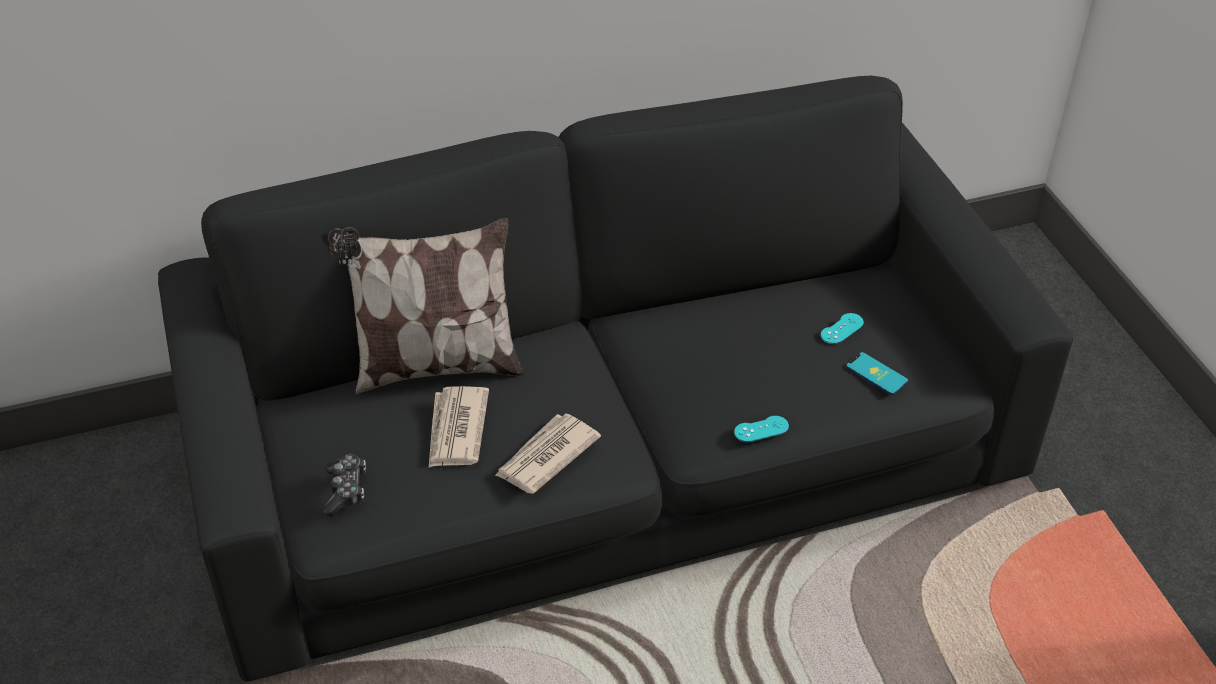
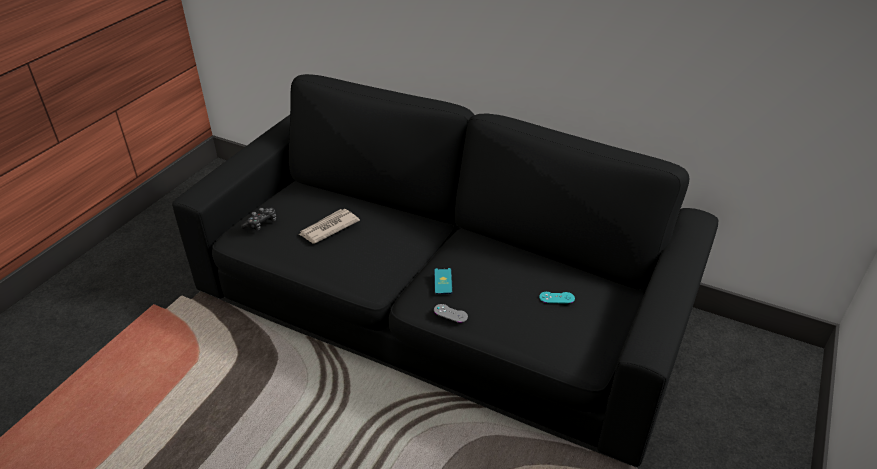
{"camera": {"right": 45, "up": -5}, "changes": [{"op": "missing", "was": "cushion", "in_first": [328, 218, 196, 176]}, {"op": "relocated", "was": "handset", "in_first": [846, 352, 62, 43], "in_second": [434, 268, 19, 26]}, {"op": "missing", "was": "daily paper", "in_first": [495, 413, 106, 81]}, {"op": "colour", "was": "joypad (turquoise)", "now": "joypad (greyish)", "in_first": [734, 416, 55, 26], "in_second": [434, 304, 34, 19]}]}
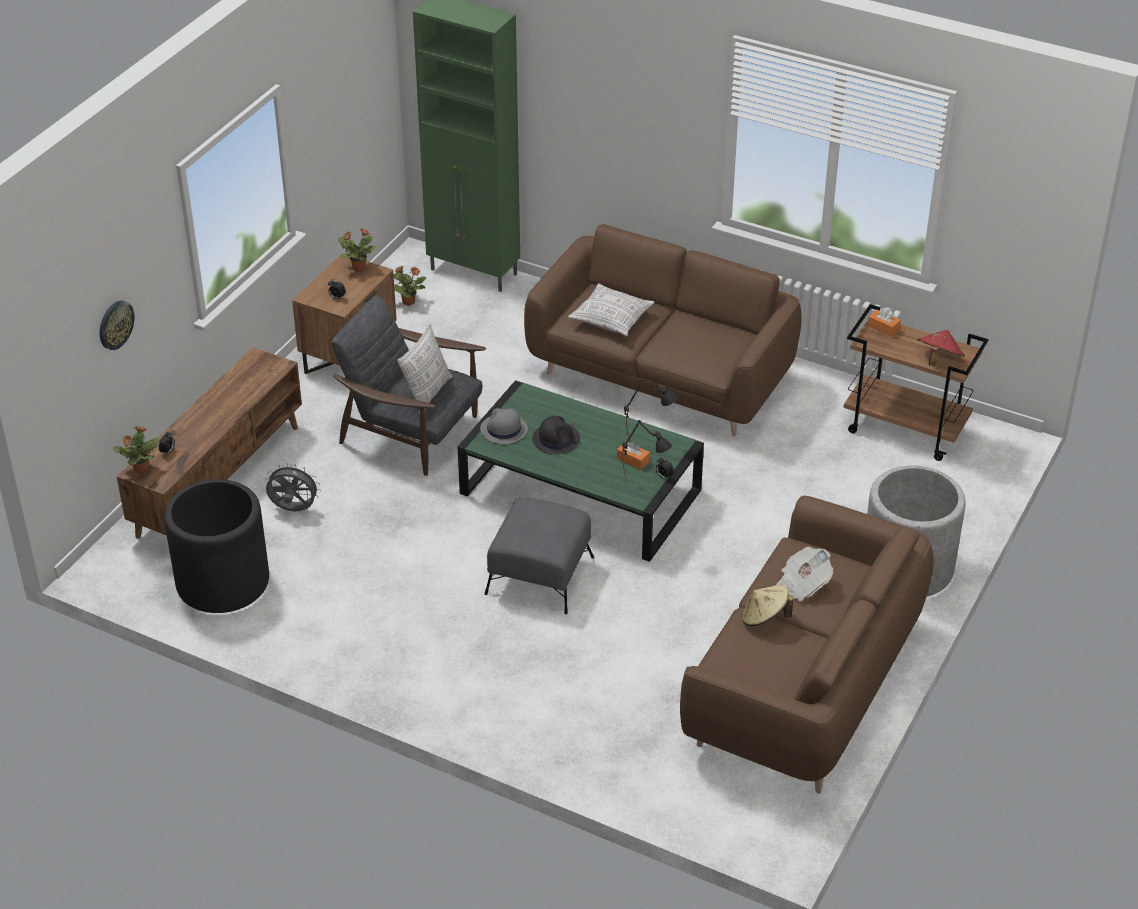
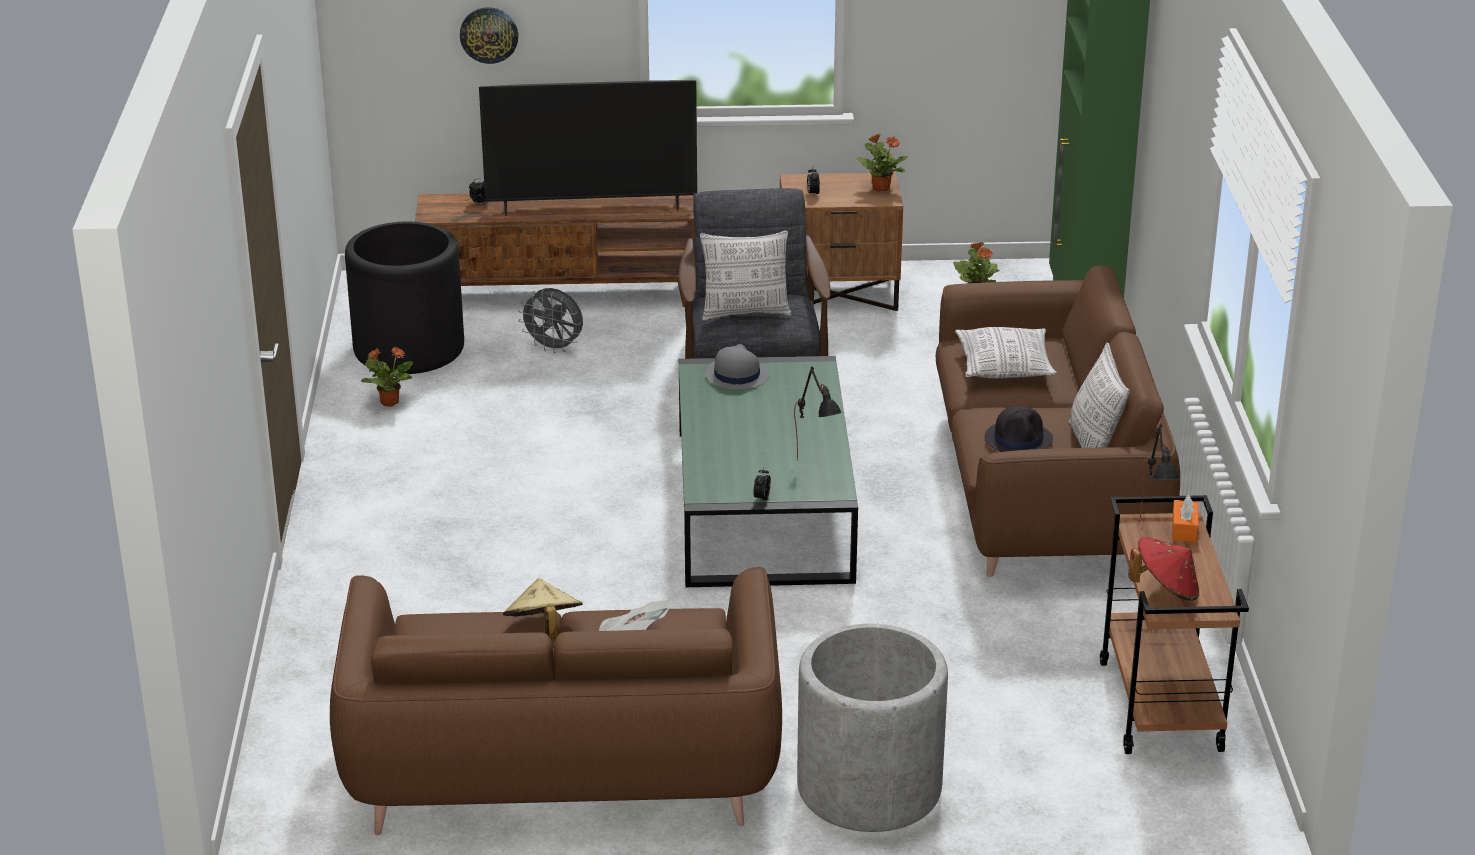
{"camera": {"right": 60, "up": -10}, "changes": [{"op": "relocated", "was": "wearable hat (black-coloured)", "in_first": [532, 416, 48, 38], "in_second": [985, 406, 68, 46]}, {"op": "relocated", "was": "table lamp (black-coloured)", "in_first": [622, 420, 50, 63], "in_second": [1139, 423, 40, 99]}, {"op": "relocated", "was": "plant in a pot", "in_first": [113, 426, 46, 48], "in_second": [361, 347, 52, 60]}, {"op": "missing", "was": "box of tissues (orange-coloured)", "in_first": [617, 441, 33, 29]}, {"op": "spun", "was": "electric fan (greyish)", "in_first": [266, 463, 55, 48], "in_second": [518, 288, 65, 65], "clockwise": 135}, {"op": "missing", "was": "ottoman (greyish)", "in_first": [485, 497, 109, 117]}, {"op": "appeared", "now": "TV", "in_second": [479, 80, 218, 136]}, {"op": "appeared", "now": "cushion", "in_second": [1069, 342, 61, 106]}]}
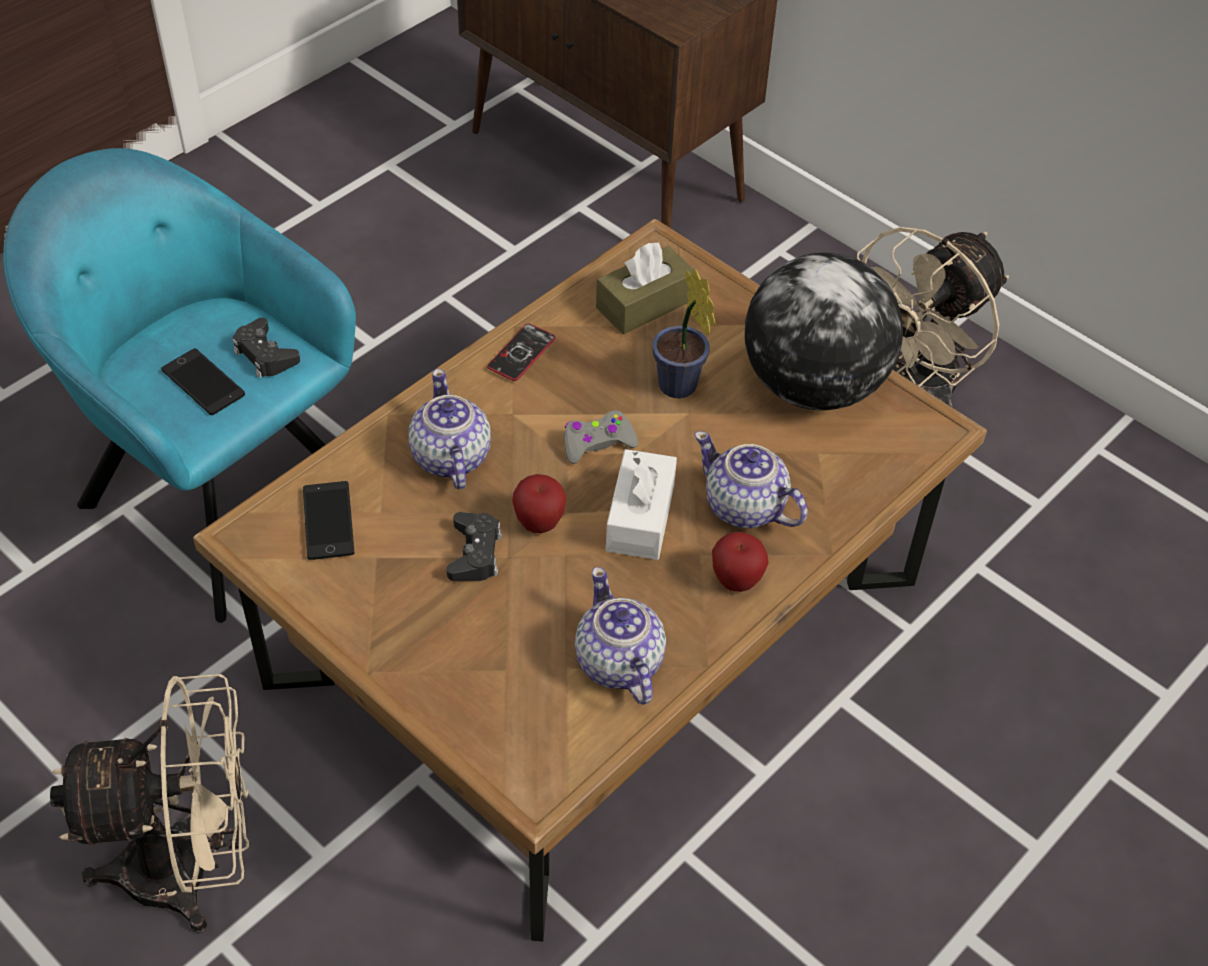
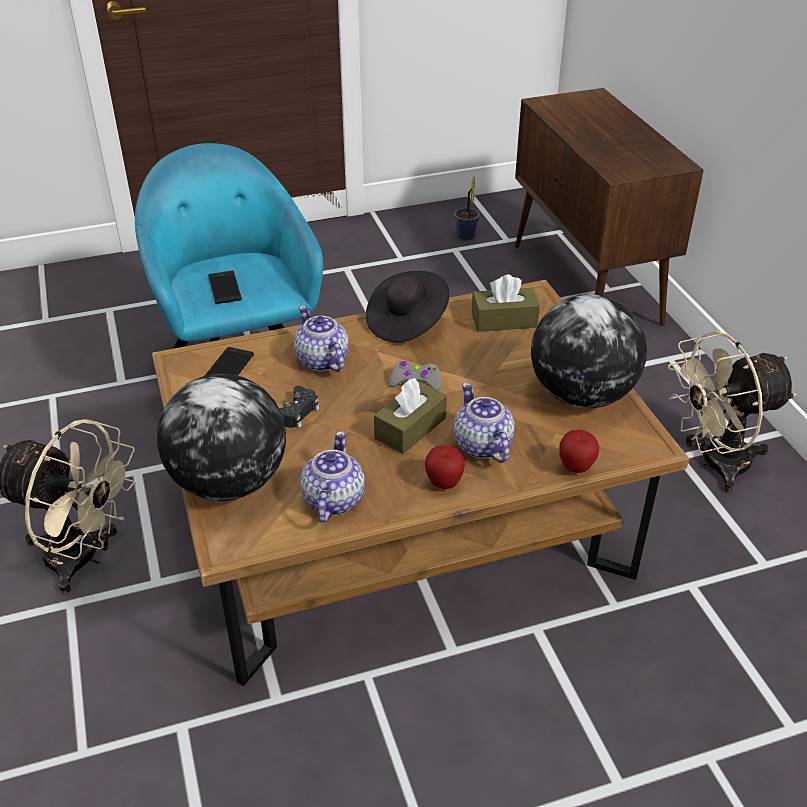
{"camera": {"right": 30, "up": -10}, "changes": [{"op": "relocated", "was": "plant in a pot", "in_first": [652, 268, 63, 130], "in_second": [454, 176, 26, 64]}, {"op": "missing", "was": "joypad (black-coloured)", "in_first": [233, 318, 67, 60]}, {"op": "exchanged", "was": "handset", "now": "wearable hat (black-coloured)", "in_first": [487, 323, 69, 58], "in_second": [366, 271, 83, 71]}, {"op": "spun", "was": "tea pot", "in_first": [408, 369, 83, 121], "in_second": [294, 306, 55, 66], "clockwise": -45}, {"op": "colour", "was": "box of tissues (whitish)", "now": "box of tissues (brown-coloured)", "in_first": [606, 449, 71, 111], "in_second": [374, 378, 73, 76]}, {"op": "relocated", "was": "apple", "in_first": [512, 474, 55, 59], "in_second": [560, 430, 39, 43]}, {"op": "appeared", "now": "desk globe", "in_second": [157, 374, 129, 127]}]}
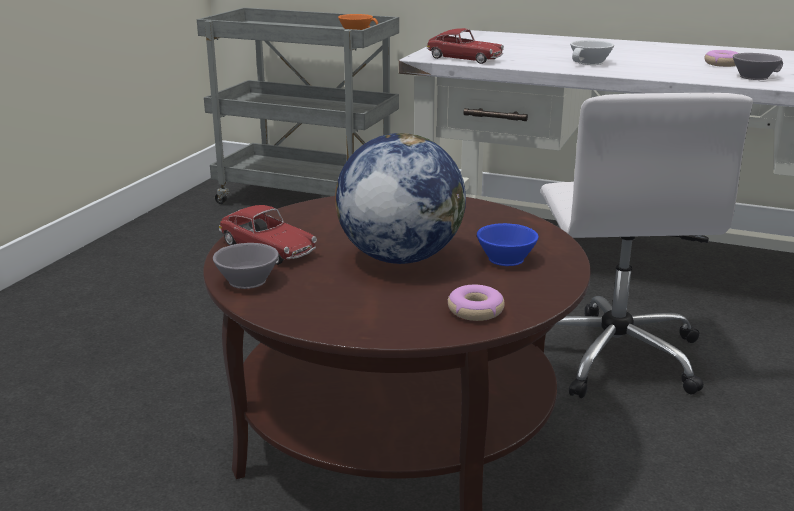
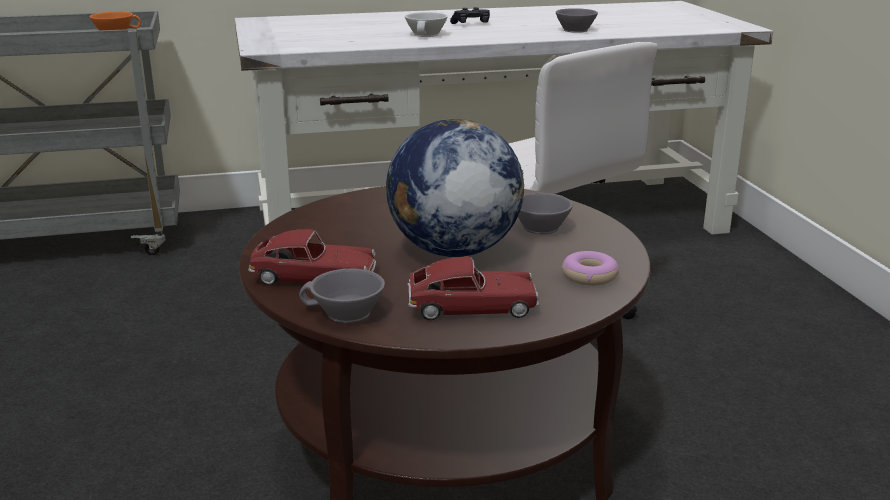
{"camera": {"right": -35, "up": 0}, "changes": [{"op": "relocated", "was": "model car", "in_first": [426, 28, 78, 36], "in_second": [407, 256, 132, 64]}, {"op": "missing", "was": "ring doughnut", "in_first": [704, 50, 34, 17]}, {"op": "colour", "was": "cup (blue)", "now": "cup (greyish)", "in_first": [477, 223, 62, 43], "in_second": [518, 193, 55, 41]}, {"op": "appeared", "now": "joypad (black-coloured)", "in_second": [450, 7, 40, 17]}]}
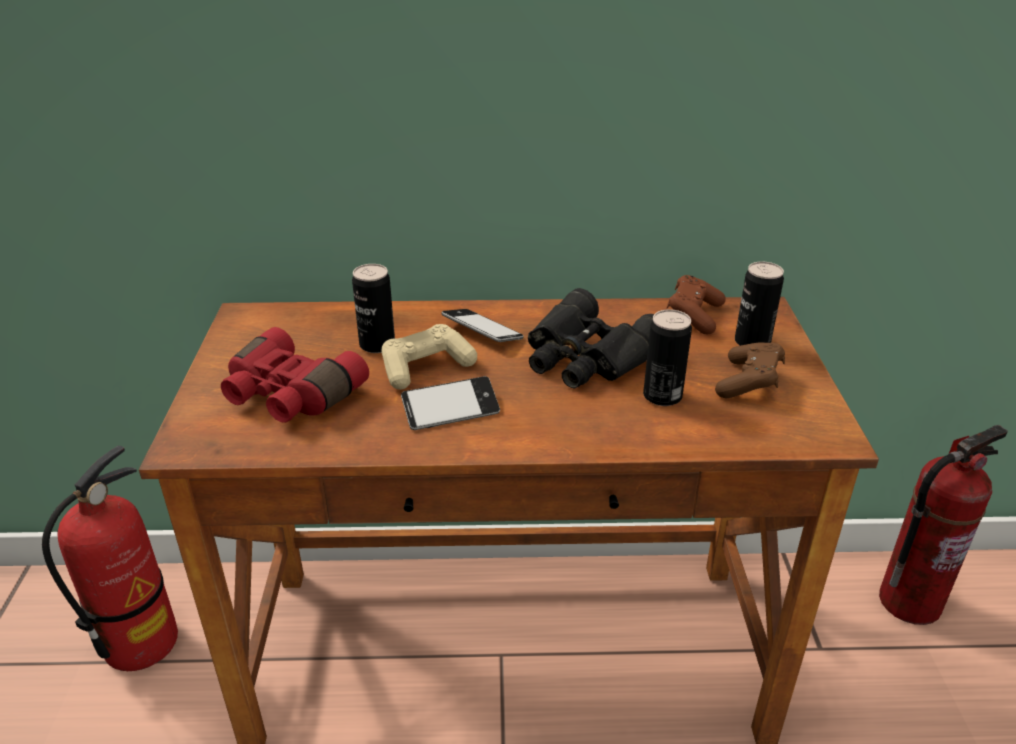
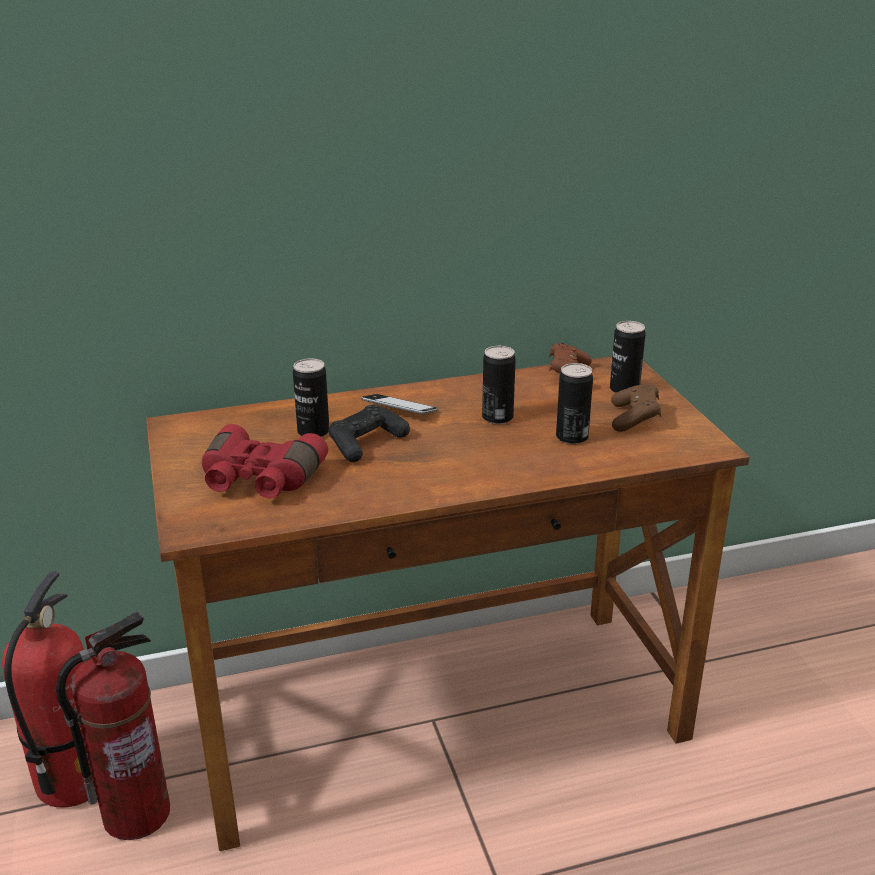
{"camera": {"right": -15, "up": -5}, "changes": [{"op": "exchanged", "was": "binoculars (black-coloured)", "now": "metal can", "in_first": [528, 288, 126, 101], "in_second": [482, 346, 34, 78]}, {"op": "colour", "was": "joypad (beige)", "now": "joypad (black-coloured)", "in_first": [382, 324, 95, 66], "in_second": [328, 405, 82, 57]}, {"op": "missing", "was": "handset", "in_first": [401, 376, 99, 54]}, {"op": "relocated", "was": "fire extinguisher", "in_first": [879, 425, 129, 200], "in_second": [56, 611, 114, 229]}]}
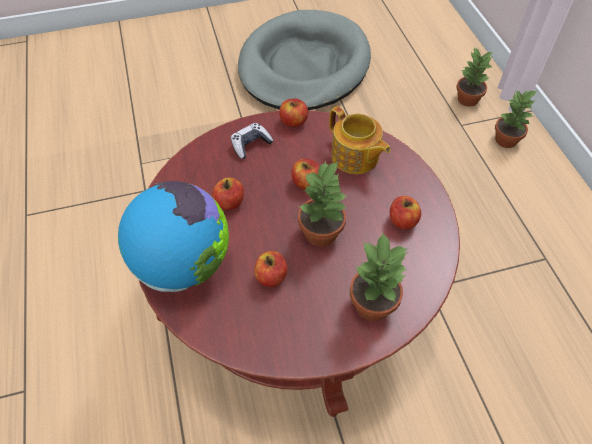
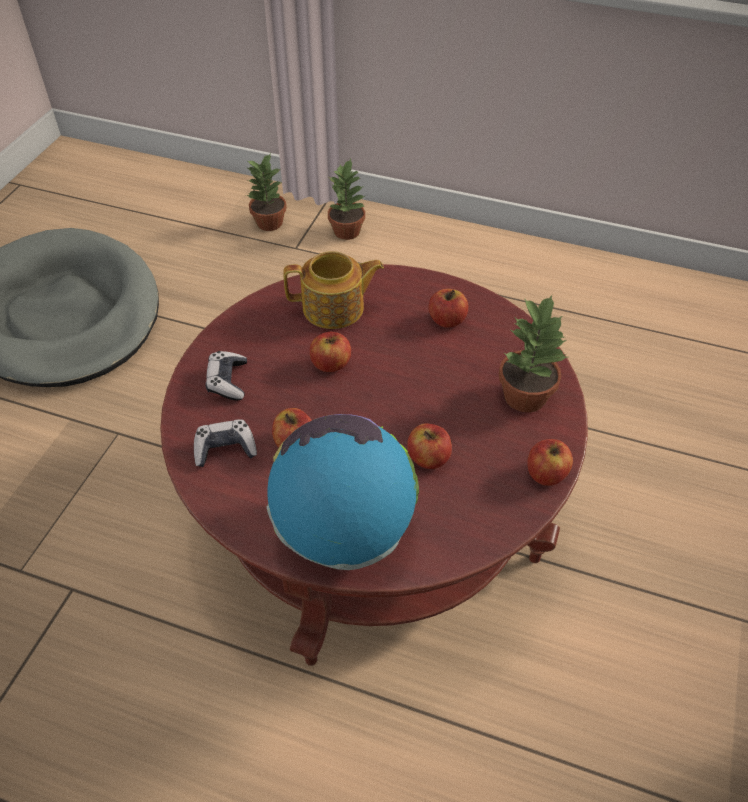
{"camera": {"right": -55, "up": -5}, "changes": [{"op": "relocated", "was": "apple", "in_first": [279, 98, 29, 29], "in_second": [527, 439, 46, 47]}, {"op": "missing", "was": "plant in a pot", "in_first": [298, 161, 49, 85]}, {"op": "appeared", "now": "joypad", "in_second": [194, 419, 63, 48]}]}
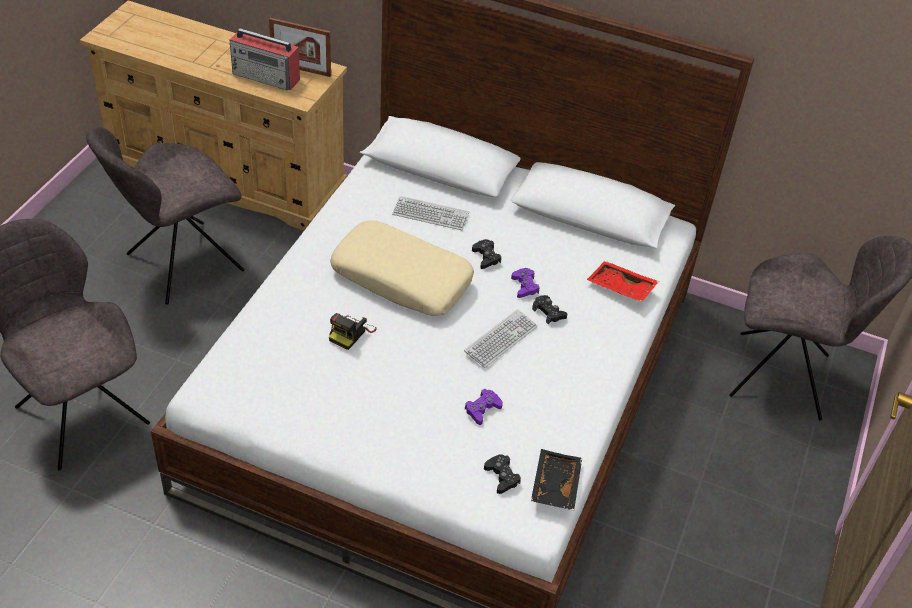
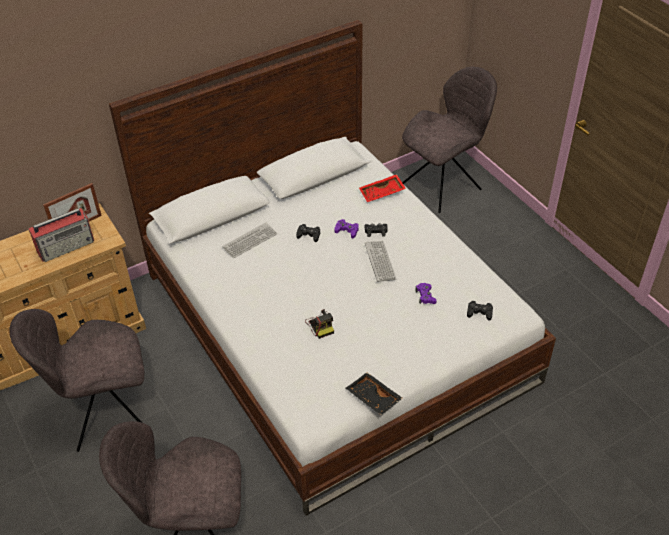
{"camera": {"right": -50, "up": 0}, "changes": [{"op": "spun", "was": "upright chair (greyish)", "in_first": [86, 127, 158, 177], "in_second": [9, 309, 135, 143], "clockwise": 75}, {"op": "missing", "was": "cushion (beige)", "in_first": [330, 220, 144, 96]}, {"op": "relocated", "was": "serving tray (black-coloured)", "in_first": [531, 449, 51, 61], "in_second": [346, 372, 57, 43]}]}
